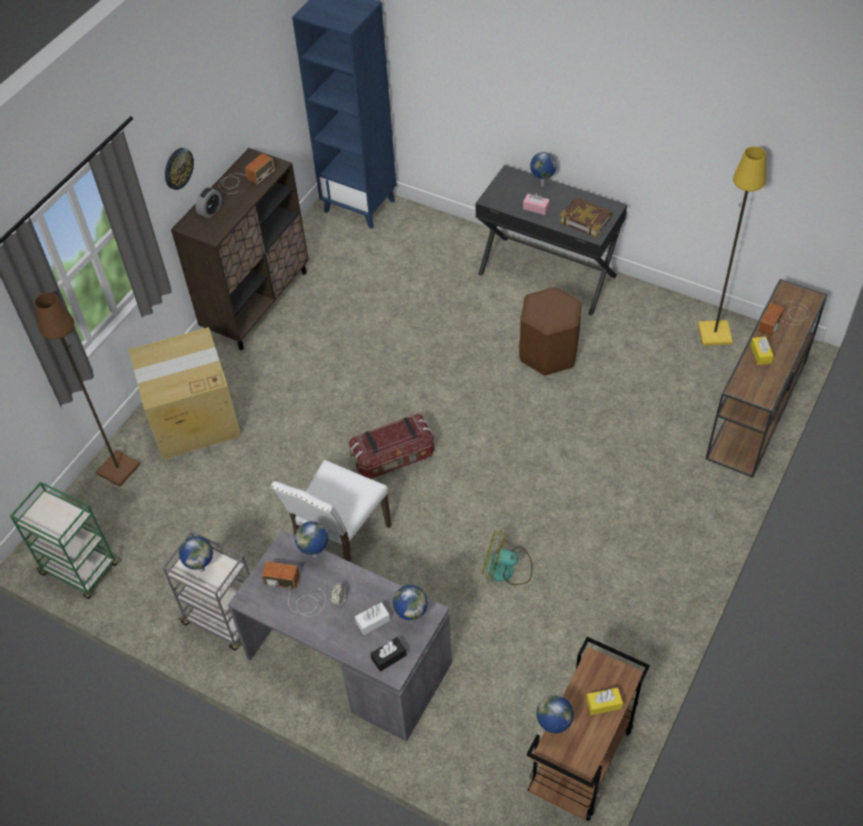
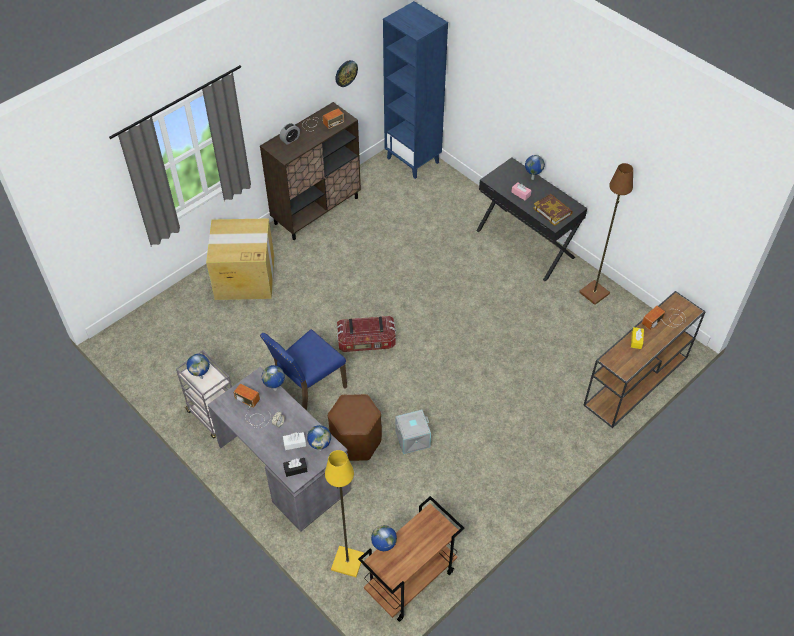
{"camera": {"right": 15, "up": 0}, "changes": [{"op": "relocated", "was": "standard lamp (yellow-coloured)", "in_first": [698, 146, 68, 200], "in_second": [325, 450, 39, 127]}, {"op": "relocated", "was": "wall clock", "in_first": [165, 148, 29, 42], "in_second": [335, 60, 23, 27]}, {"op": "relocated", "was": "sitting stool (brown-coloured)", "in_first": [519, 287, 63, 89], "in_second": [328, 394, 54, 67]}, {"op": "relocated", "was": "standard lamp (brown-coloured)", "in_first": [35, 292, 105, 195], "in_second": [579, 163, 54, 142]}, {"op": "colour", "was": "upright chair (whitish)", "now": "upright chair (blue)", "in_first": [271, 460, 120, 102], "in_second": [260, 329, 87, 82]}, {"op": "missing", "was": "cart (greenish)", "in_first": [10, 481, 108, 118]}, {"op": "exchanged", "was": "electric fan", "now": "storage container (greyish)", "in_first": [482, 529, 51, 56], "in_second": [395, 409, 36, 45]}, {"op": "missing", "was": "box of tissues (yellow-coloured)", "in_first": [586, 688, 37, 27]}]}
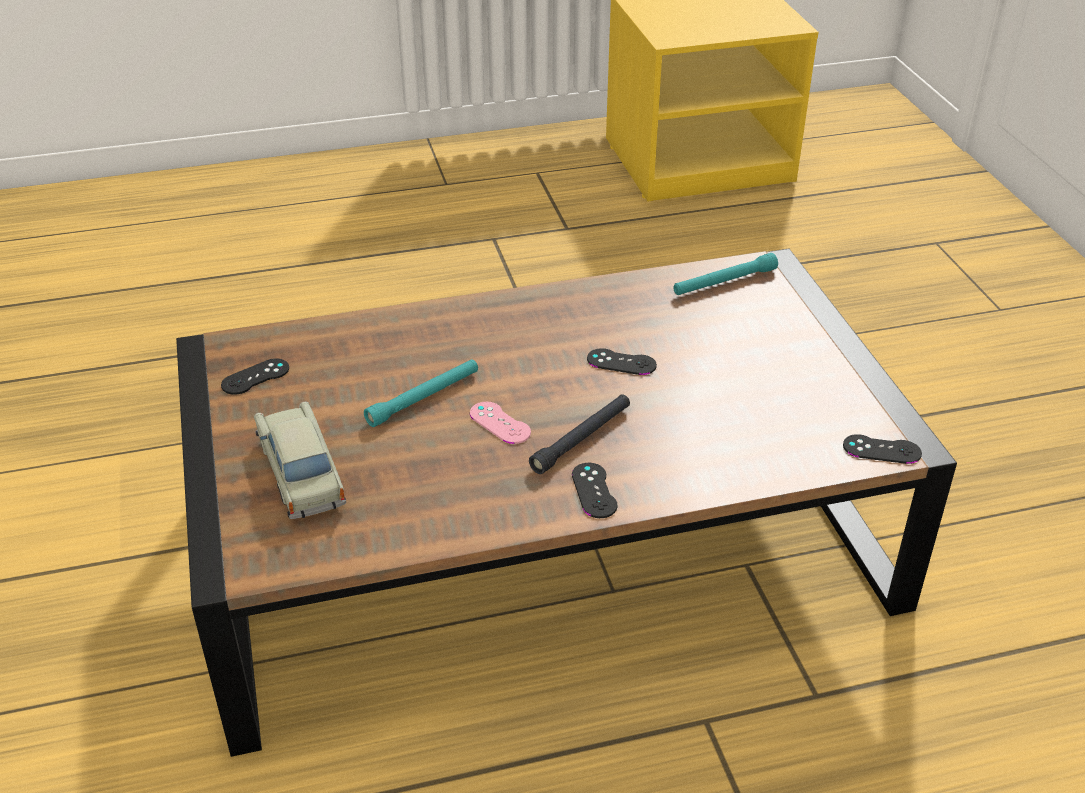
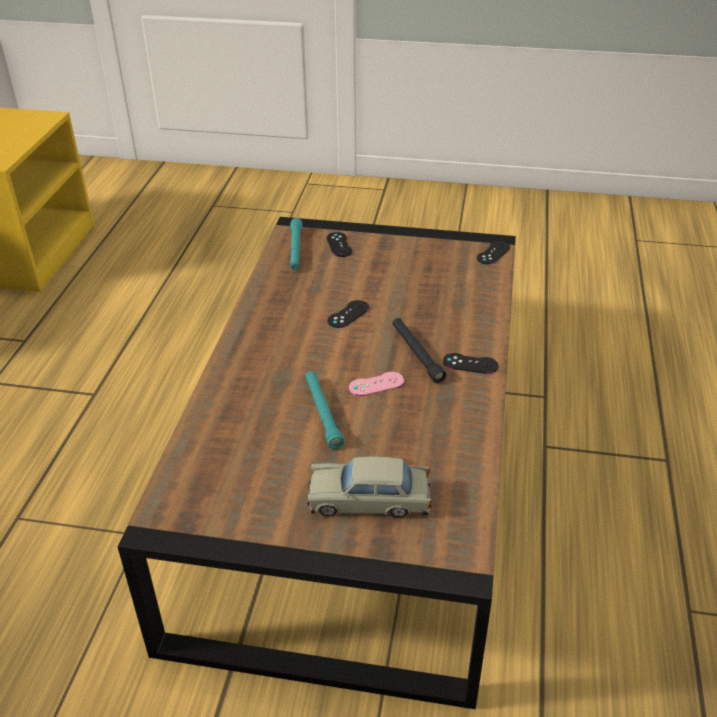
{"camera": {"right": -65, "up": 0}, "changes": [{"op": "relocated", "was": "joypad (black-coloured)", "in_first": [221, 358, 68, 37], "in_second": [327, 232, 25, 25]}]}
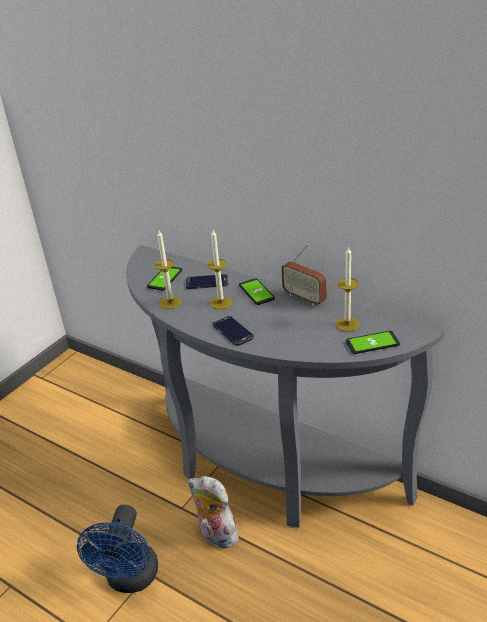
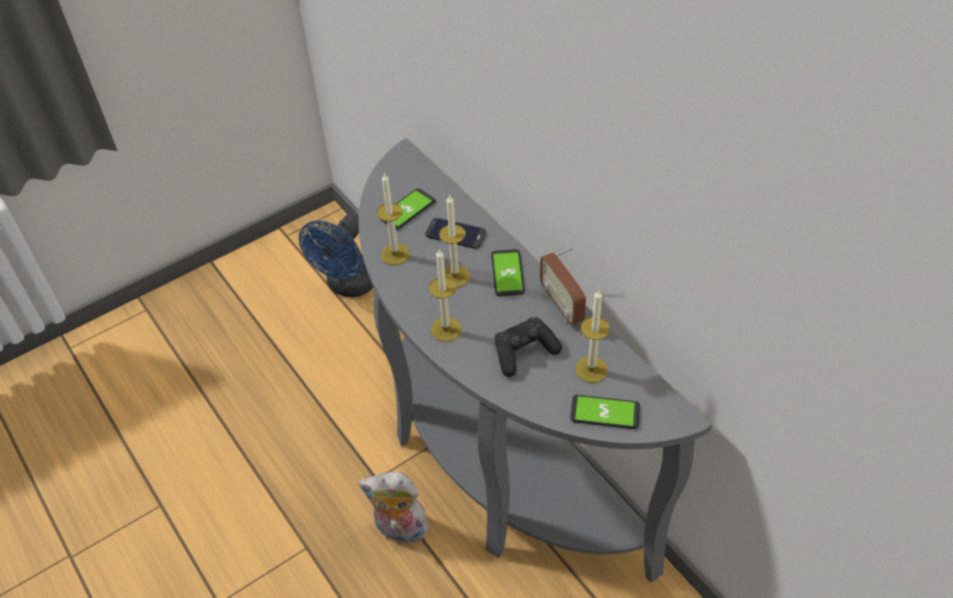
{"camera": {"right": 20, "up": 15}, "changes": [{"op": "exchanged", "was": "handset", "now": "wax light", "in_first": [213, 316, 41, 30], "in_second": [429, 248, 33, 94]}, {"op": "spun", "was": "cuddly toy", "in_first": [188, 476, 50, 72], "in_second": [358, 472, 74, 72], "clockwise": -45}, {"op": "relocated", "was": "electric fan (blue)", "in_first": [77, 505, 81, 88], "in_second": [299, 213, 74, 84]}, {"op": "appeared", "now": "joypad (black-coloured)", "in_second": [495, 317, 67, 60]}]}
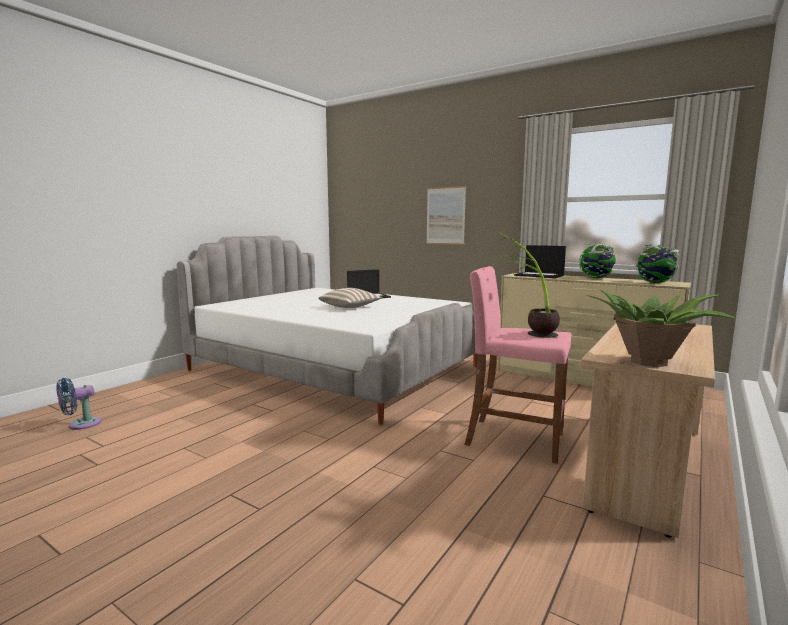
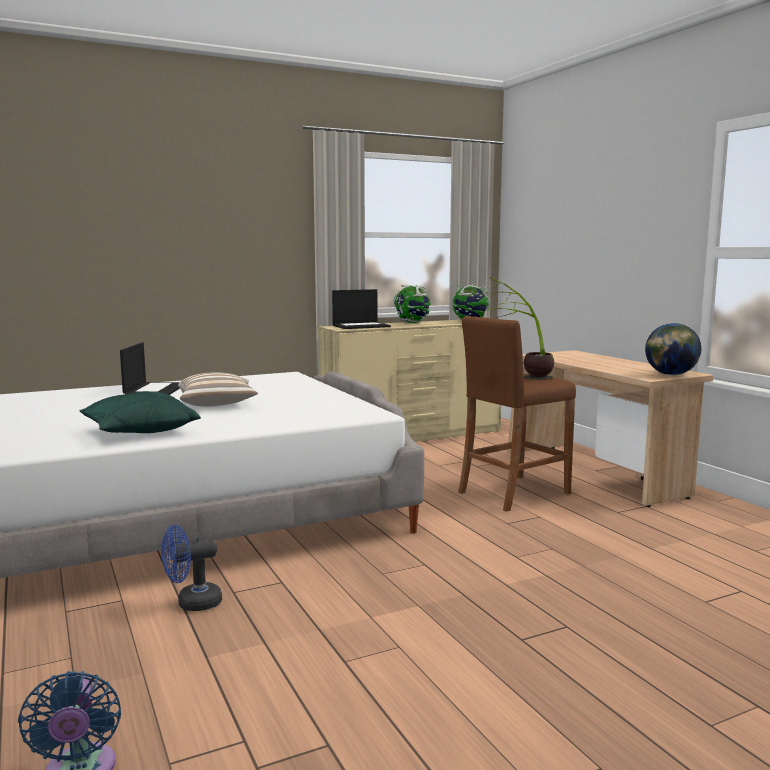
{"camera": {"right": -60, "up": 0}, "changes": [{"op": "missing", "was": "wall art", "in_first": [427, 186, 39, 59]}, {"op": "colour", "was": "sitting stool (pink-coloured)", "now": "sitting stool (brown-coloured)", "in_first": [464, 266, 108, 198], "in_second": [458, 316, 118, 196]}, {"op": "exchanged", "was": "plant in a pot", "now": "desk globe", "in_first": [587, 290, 148, 77], "in_second": [645, 323, 56, 52]}, {"op": "appeared", "now": "cushion (greenish)", "in_second": [79, 391, 122, 42]}, {"op": "appeared", "now": "electric fan (blue)", "in_second": [161, 525, 61, 86]}]}
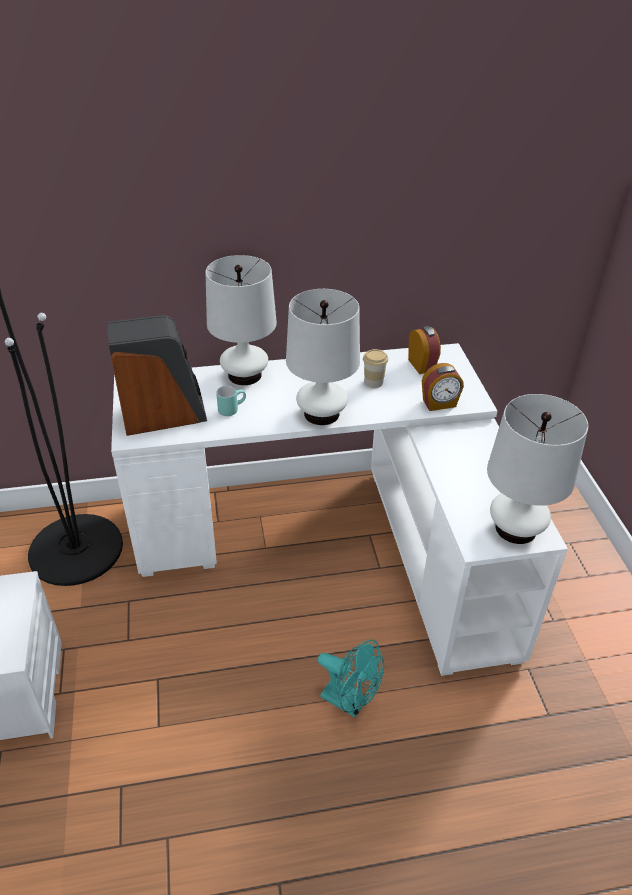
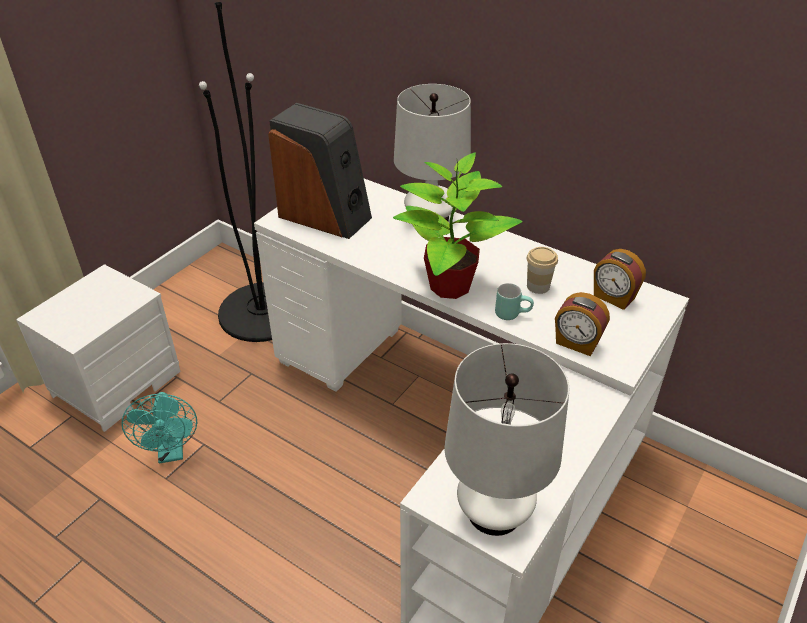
{"camera": {"right": 45, "up": 0}, "changes": [{"op": "exchanged", "was": "table lamp (whitish)", "now": "plant in a pot", "in_first": [286, 289, 74, 136], "in_second": [393, 153, 129, 146]}, {"op": "spun", "was": "table clock", "in_first": [408, 326, 33, 48], "in_second": [594, 249, 52, 61], "clockwise": 105}, {"op": "relocated", "was": "coffee mug (turquoise)", "in_first": [216, 386, 30, 30], "in_second": [495, 283, 39, 37]}, {"op": "relocated", "was": "electric fan (turquoise)", "in_first": [318, 639, 66, 79], "in_second": [122, 392, 75, 72]}]}
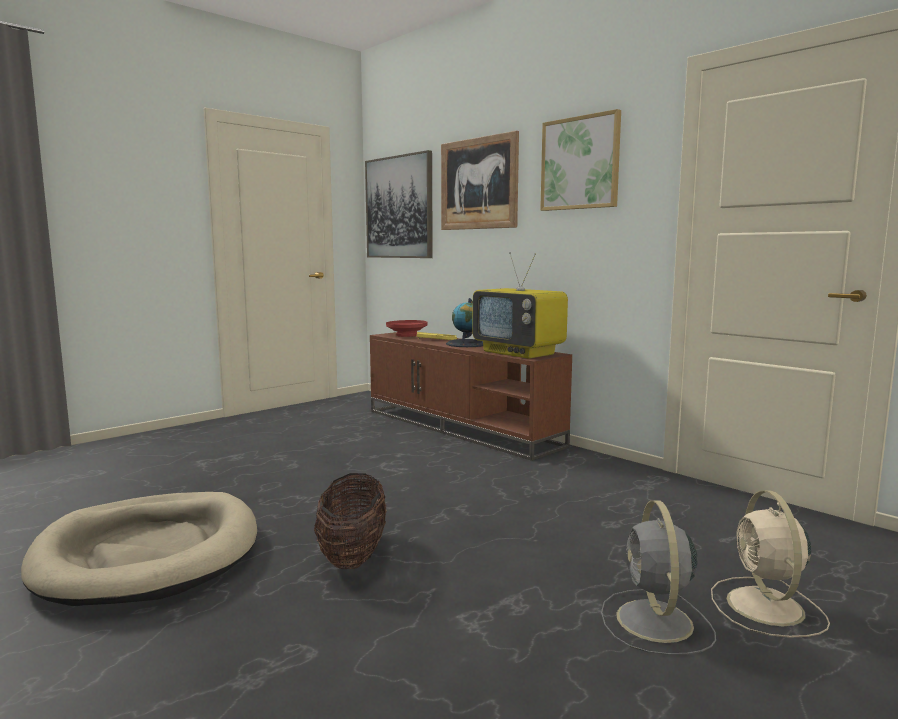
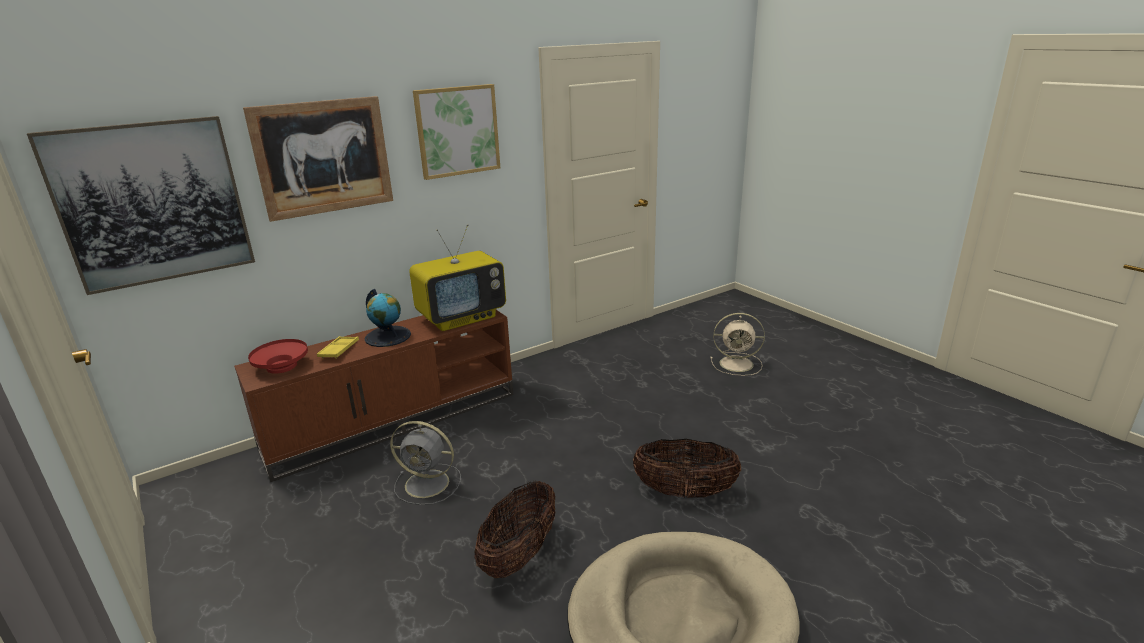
{"camera": {"right": -80, "up": 15}, "changes": [{"op": "relocated", "was": "electric fan (greyish)", "in_first": [601, 500, 115, 155], "in_second": [390, 421, 71, 84]}, {"op": "appeared", "now": "basket", "in_second": [474, 481, 81, 97]}]}
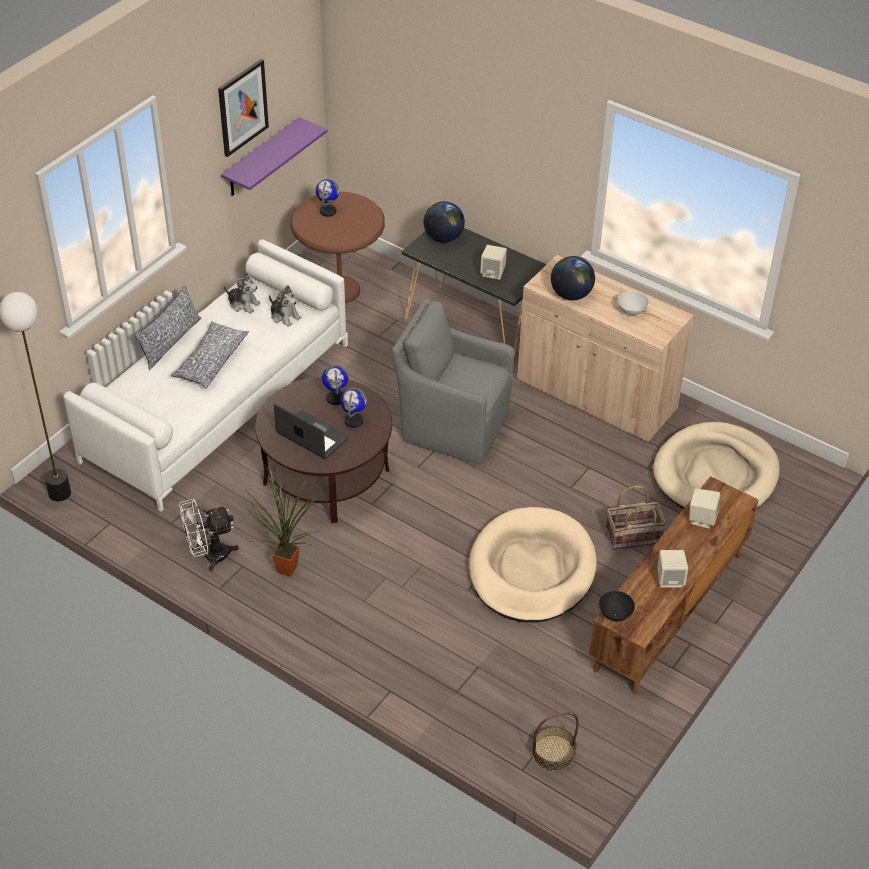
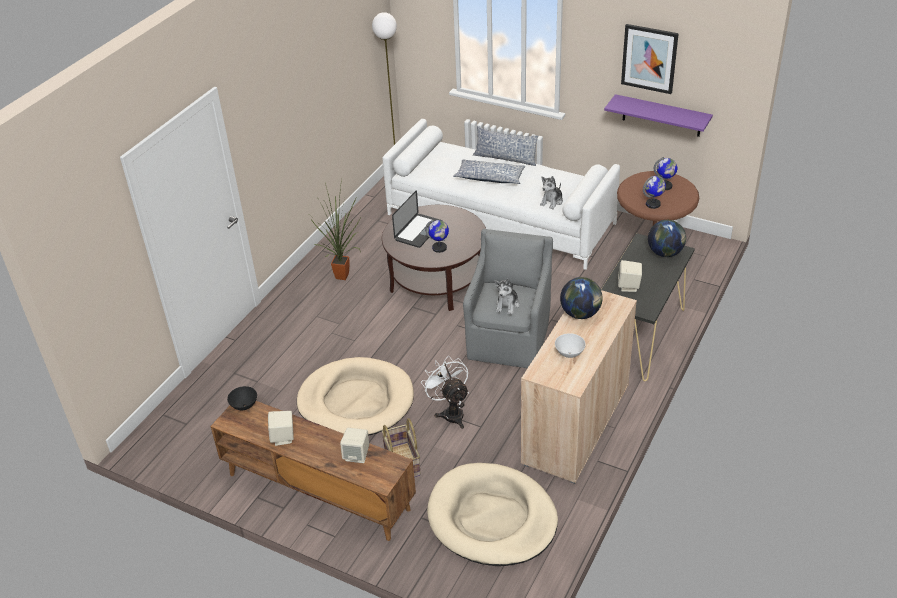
{"camera": {"right": 85, "up": -5}, "changes": [{"op": "relocated", "was": "cuddly toy", "in_first": [224, 272, 36, 41], "in_second": [494, 279, 25, 36]}, {"op": "relocated", "was": "desk globe", "in_first": [322, 365, 26, 40], "in_second": [643, 176, 23, 33]}, {"op": "relocated", "was": "electric fan (whitish)", "in_first": [179, 498, 60, 74], "in_second": [421, 356, 48, 73]}, {"op": "missing", "was": "basket", "in_first": [532, 712, 47, 59]}]}
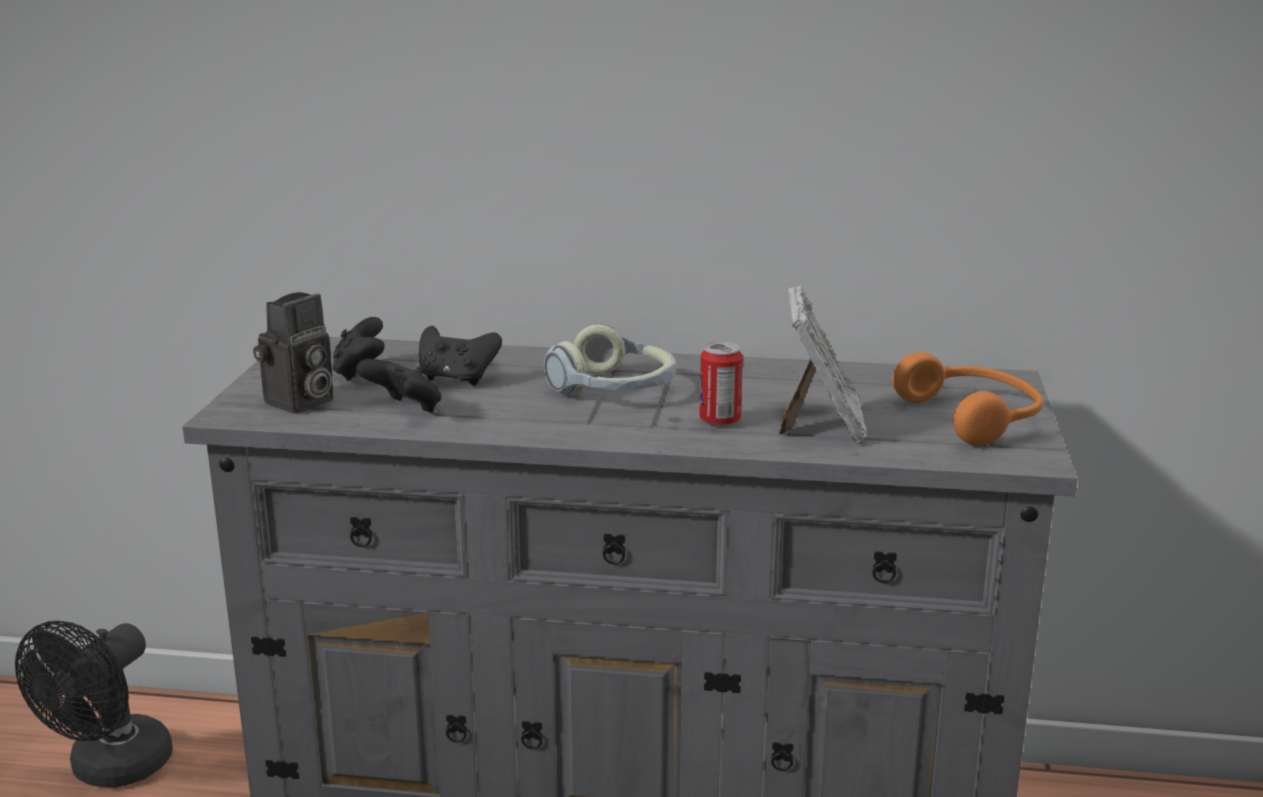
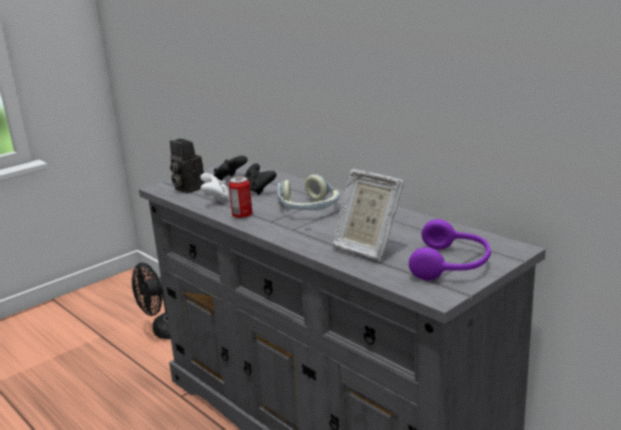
{"camera": {"right": 40, "up": 0}, "changes": [{"op": "spun", "was": "photo frame", "in_first": [779, 285, 88, 158], "in_second": [332, 169, 72, 93], "clockwise": 90}, {"op": "spun", "was": "photo camera", "in_first": [253, 292, 81, 122], "in_second": [170, 139, 35, 54], "clockwise": 60}, {"op": "relocated", "was": "metal can", "in_first": [699, 342, 44, 85], "in_second": [229, 177, 23, 42]}, {"op": "colour", "was": "headphones (orange-coloured)", "now": "headphones (purple)", "in_first": [892, 352, 151, 94], "in_second": [409, 219, 82, 61]}, {"op": "colour", "was": "joypad (black-coloured)", "now": "joypad (whitish)", "in_first": [356, 359, 85, 54], "in_second": [200, 173, 29, 30]}]}
